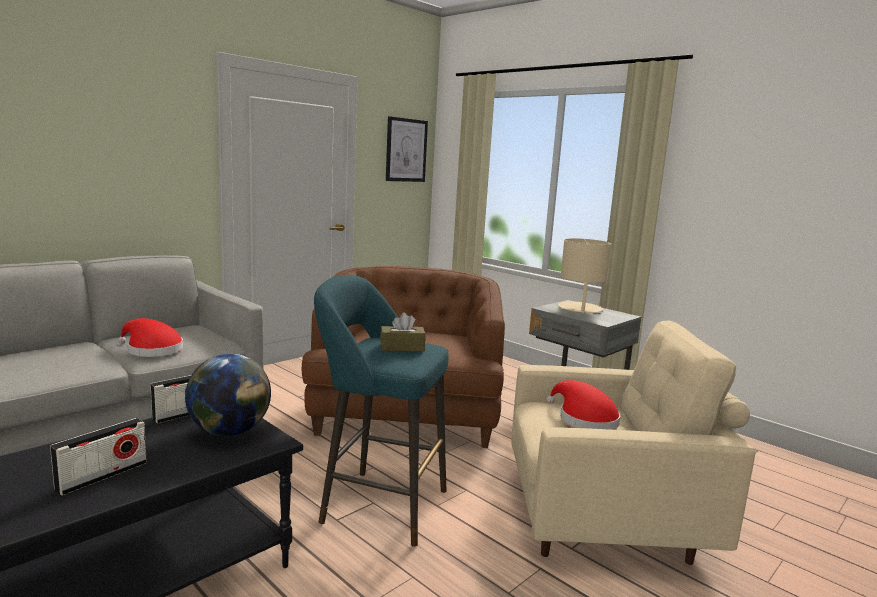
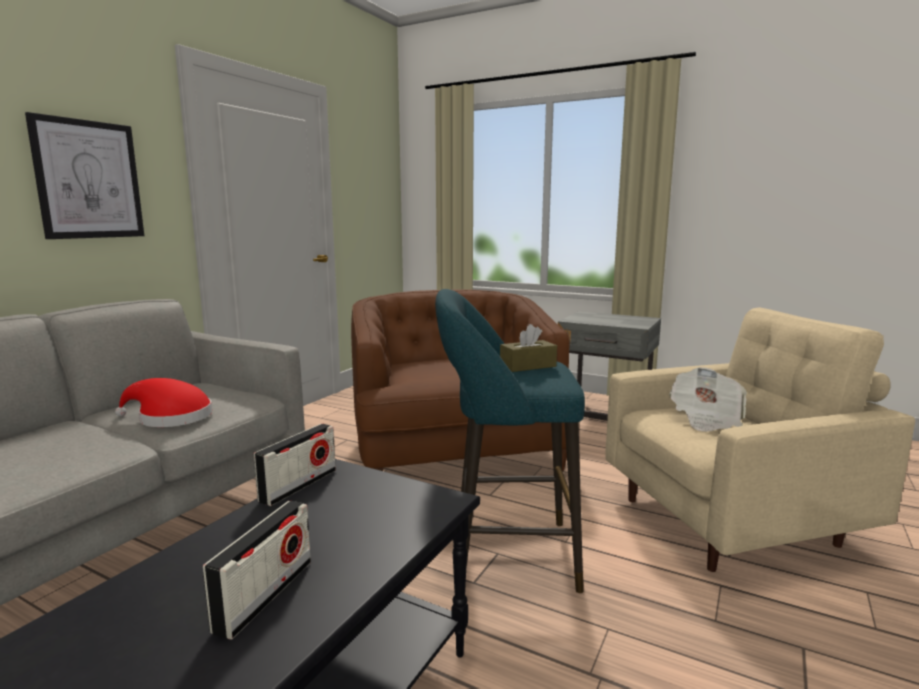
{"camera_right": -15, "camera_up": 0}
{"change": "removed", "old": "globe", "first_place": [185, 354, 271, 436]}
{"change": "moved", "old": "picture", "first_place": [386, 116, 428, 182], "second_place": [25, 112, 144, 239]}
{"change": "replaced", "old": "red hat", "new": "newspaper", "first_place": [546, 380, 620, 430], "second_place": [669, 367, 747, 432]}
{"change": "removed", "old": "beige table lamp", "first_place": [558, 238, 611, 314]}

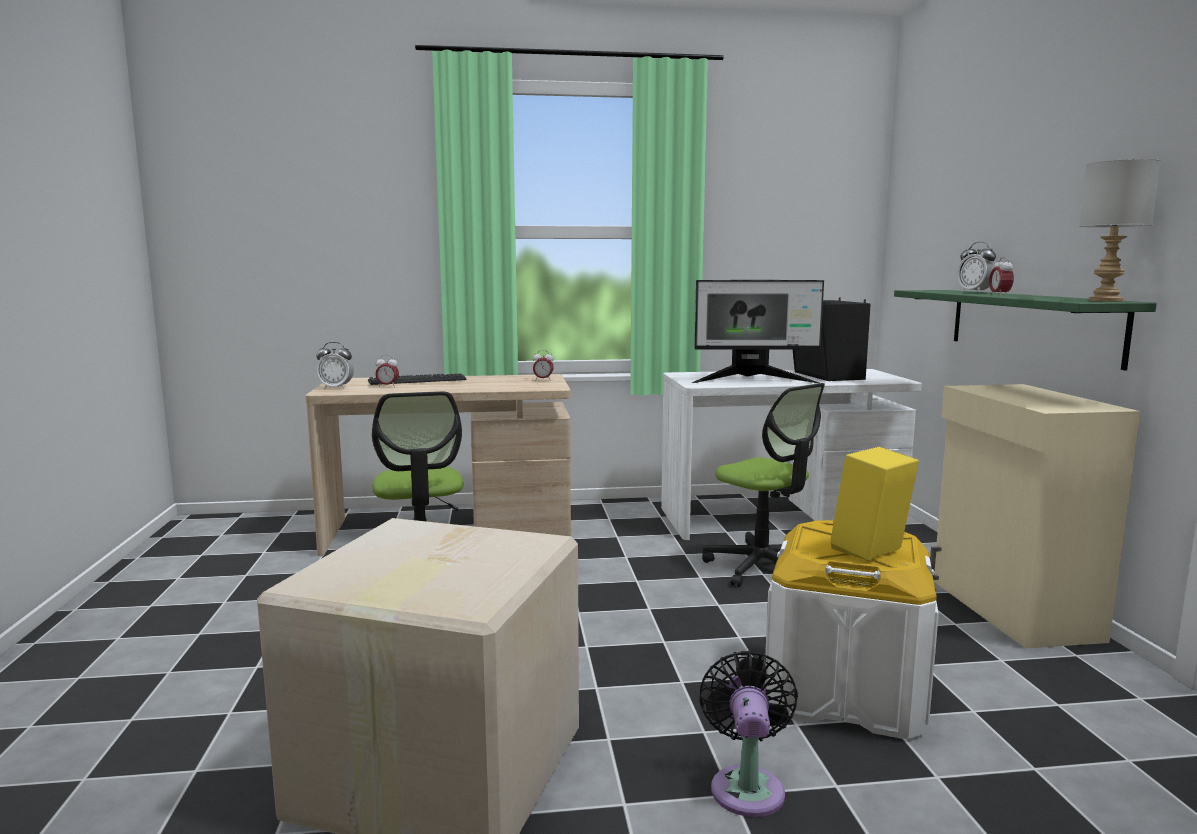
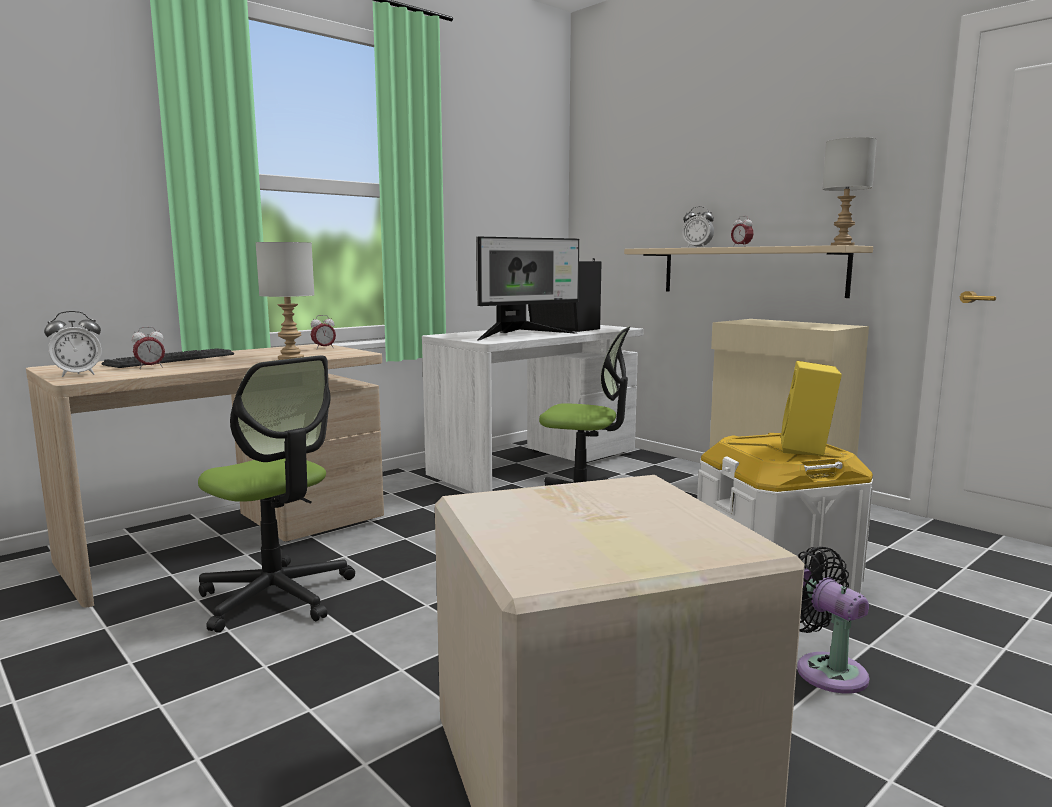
{"camera_right": -35, "camera_up": 0}
{"change": "recoloured", "old": "green shelf", "new": "beige shelf", "first_place": [894, 290, 1157, 370], "second_place": [624, 245, 873, 298]}
{"change": "added", "new": "grey table lamp", "second_place": [255, 242, 314, 360]}

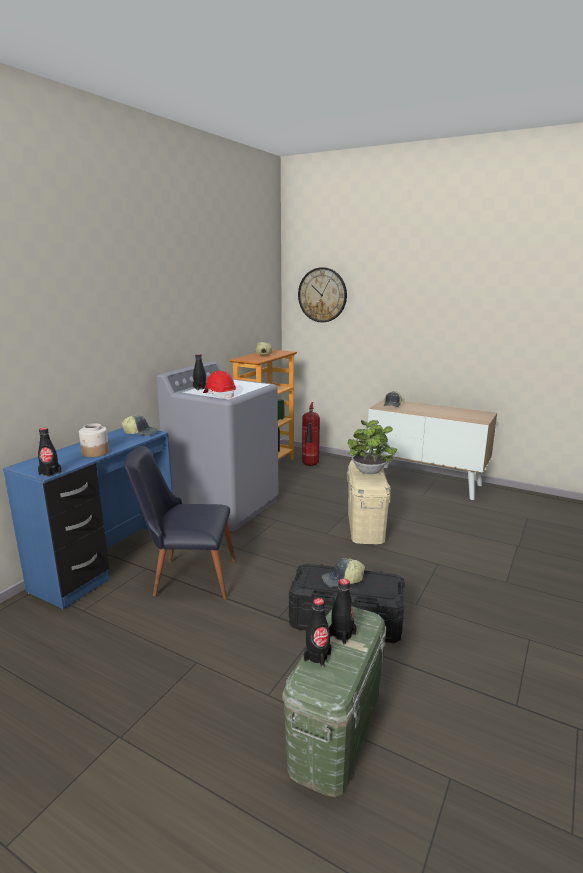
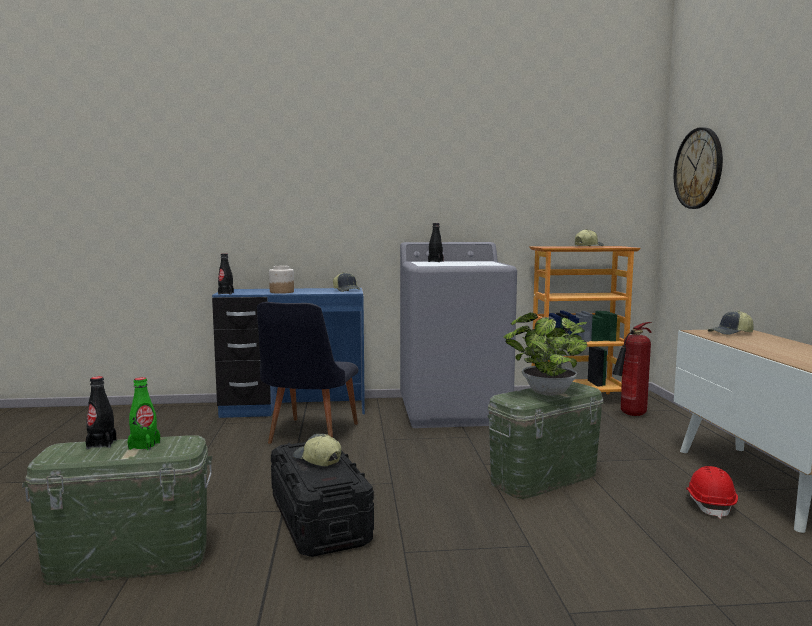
{"camera_right": 55, "camera_up": -10}
{"change": "turned", "old": "black chair", "first_place": [124, 446, 236, 600], "second_place": [257, 302, 358, 444], "degrees": -135}
{"change": "moved", "old": "red hard hat", "first_place": [203, 371, 236, 399], "second_place": [686, 466, 738, 519]}
{"change": "recoloured", "old": "black bottle", "new": "green bottle", "first_place": [329, 579, 357, 645], "second_place": [128, 377, 160, 450]}
{"change": "recoloured", "old": "beige storage box", "new": "green storage box", "first_place": [347, 460, 391, 544], "second_place": [487, 382, 603, 499]}

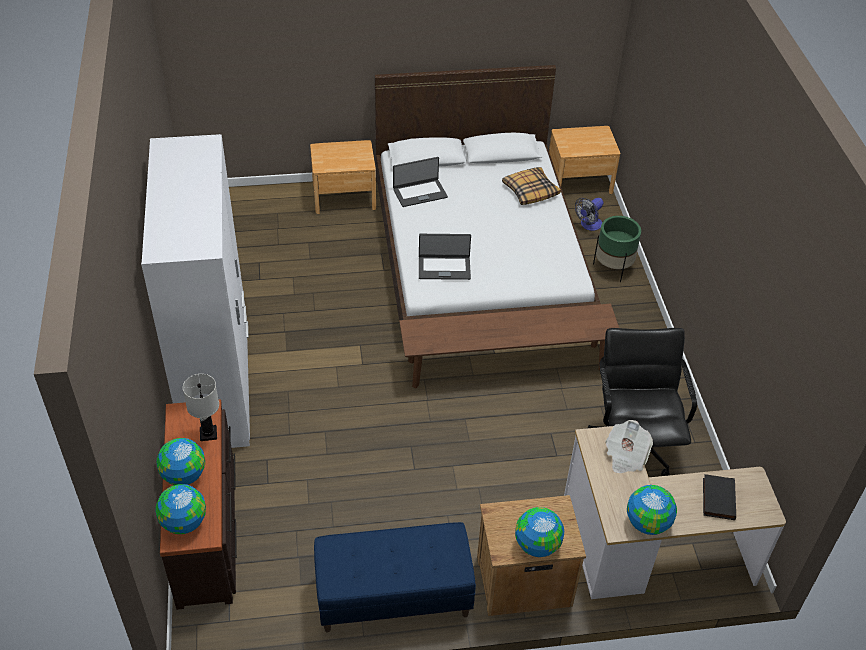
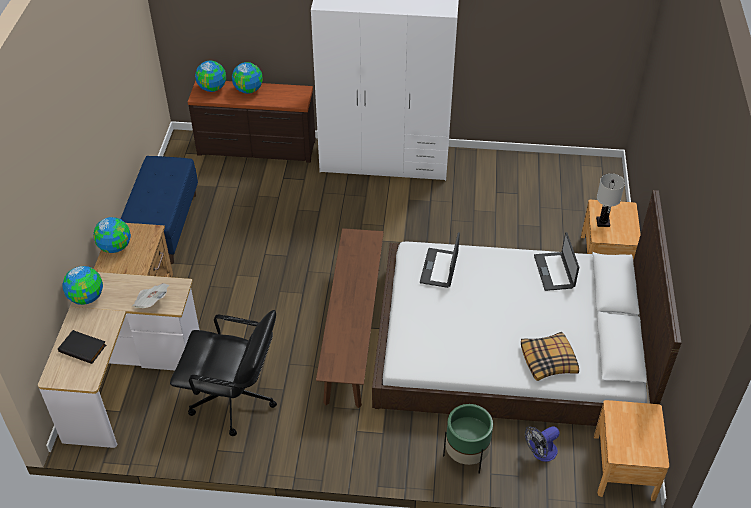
{"camera_right": 105, "camera_up": 0}
{"change": "moved", "old": "white table lamp", "first_place": [183, 374, 219, 441], "second_place": [596, 173, 625, 227]}
{"change": "turned", "old": "fan", "first_place": [575, 198, 603, 231], "second_place": [525, 426, 560, 462], "degrees": -90}

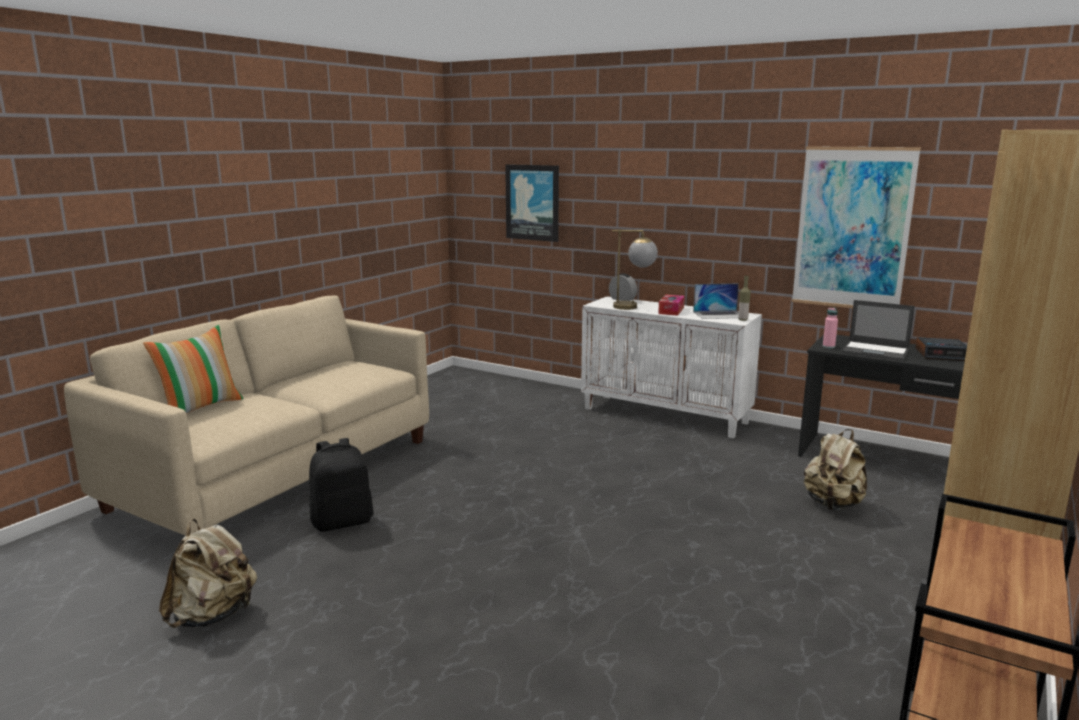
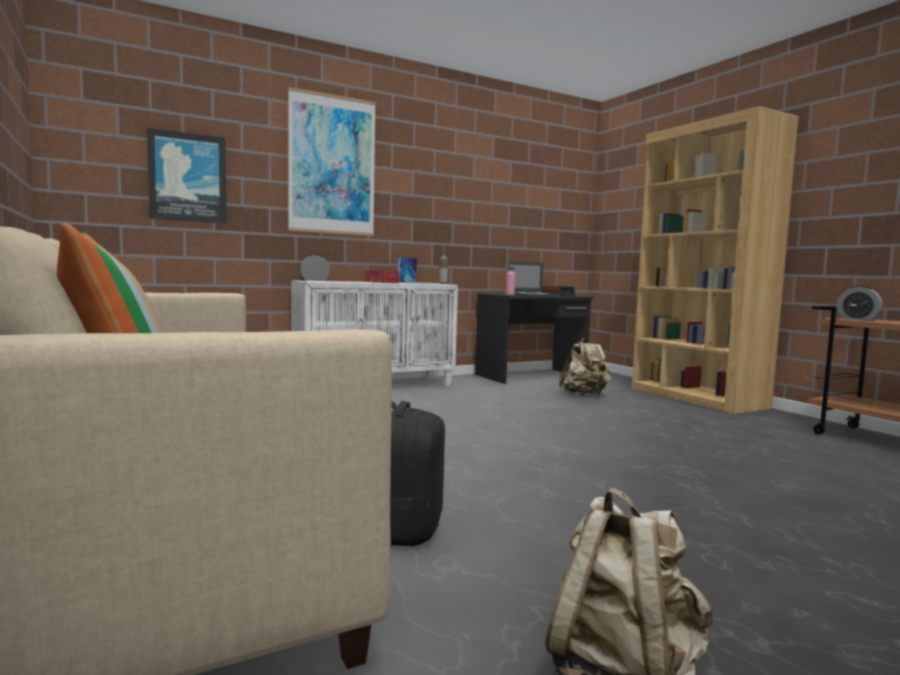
{"camera_right": -60, "camera_up": -10}
{"change": "removed", "old": "table lamp", "first_place": [612, 229, 658, 310]}
{"change": "moved", "old": "picture", "first_place": [792, 146, 921, 308], "second_place": [288, 87, 376, 236]}
{"change": "added", "new": "alarm clock", "second_place": [837, 286, 883, 321]}

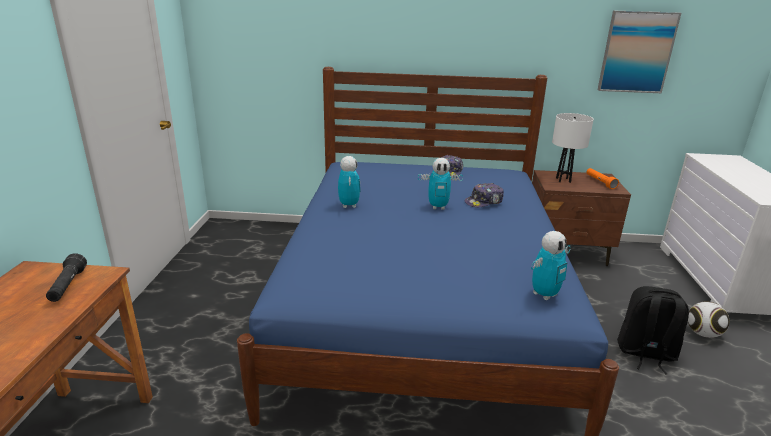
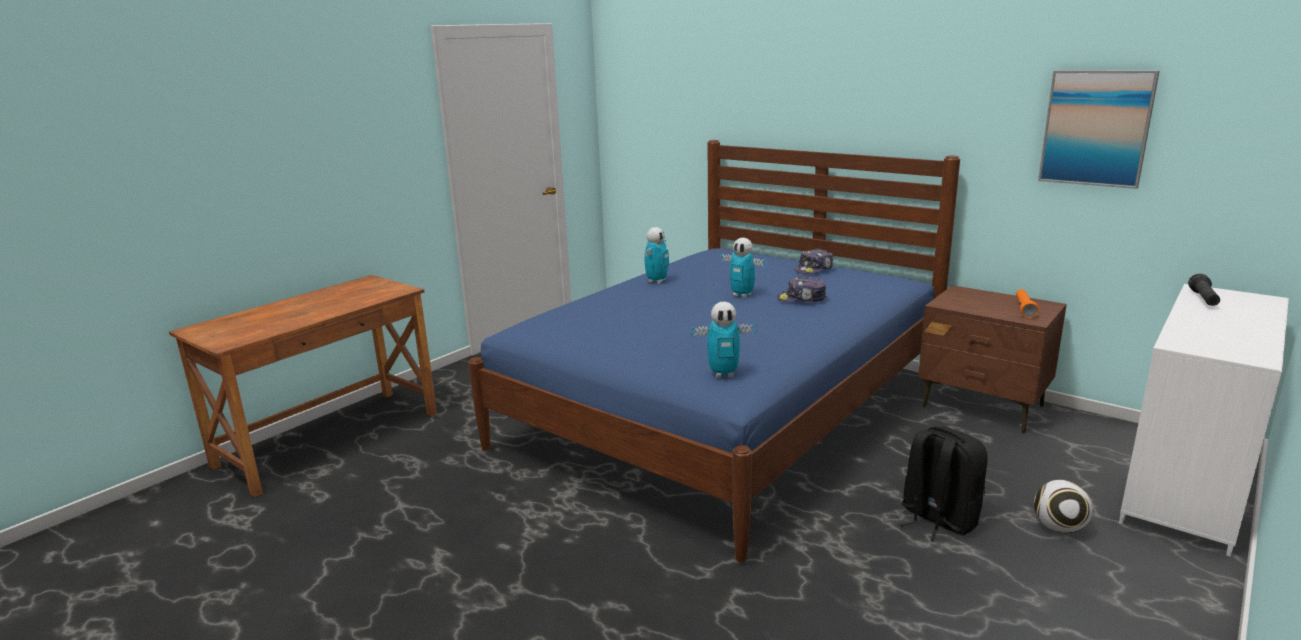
{"camera_right": 35, "camera_up": -5}
{"change": "moved", "old": "black flashlight", "first_place": [46, 253, 87, 302], "second_place": [1188, 274, 1220, 306]}
{"change": "removed", "old": "white table lamp", "first_place": [552, 113, 594, 183]}

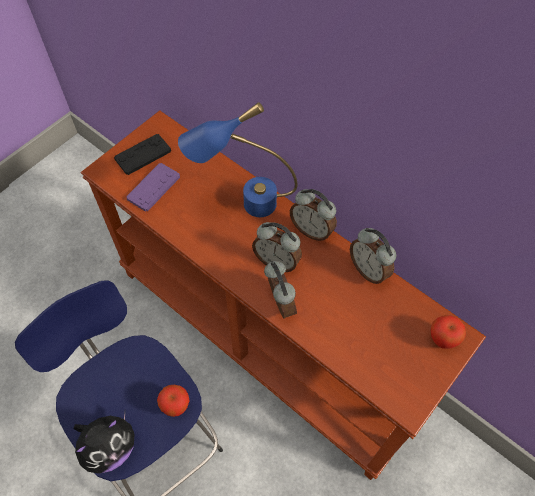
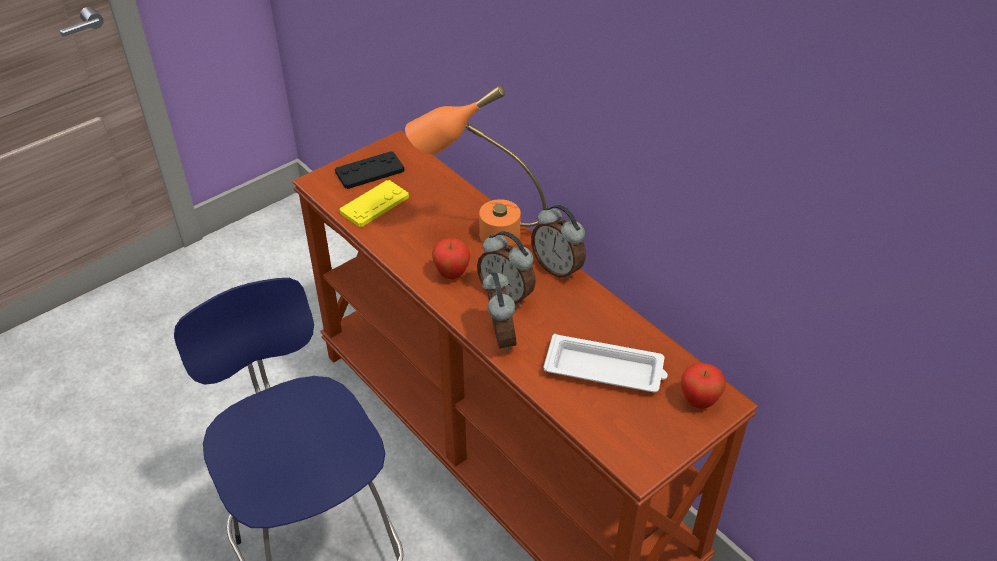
{"camera_right": 10, "camera_up": -15}
{"change": "removed", "old": "plush toy", "first_place": [74, 413, 134, 473]}
{"change": "recoloured", "old": "purple game controller", "new": "yellow game controller", "first_place": [126, 163, 180, 212], "second_place": [340, 180, 409, 227]}
{"change": "moved", "old": "apple", "first_place": [157, 385, 190, 417], "second_place": [432, 238, 470, 279]}
{"change": "recoloured", "old": "blue table lamp", "new": "orange table lamp", "first_place": [178, 102, 297, 217], "second_place": [405, 85, 546, 246]}
{"change": "removed", "old": "alarm clock", "first_place": [350, 228, 396, 284]}
{"change": "added", "new": "white tray", "second_place": [543, 334, 668, 393]}

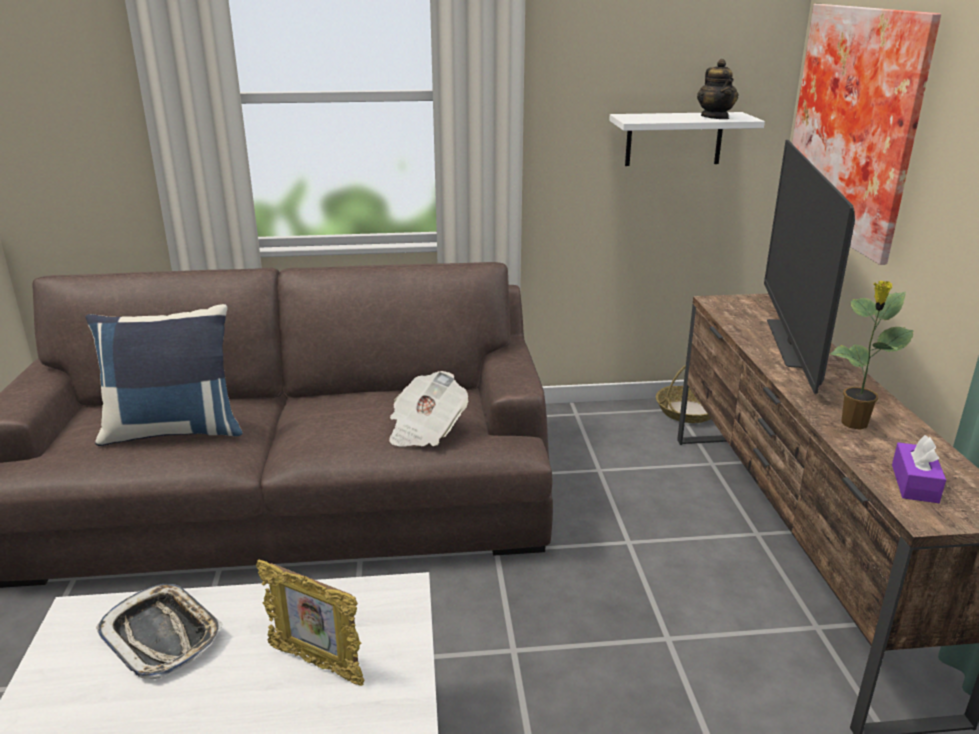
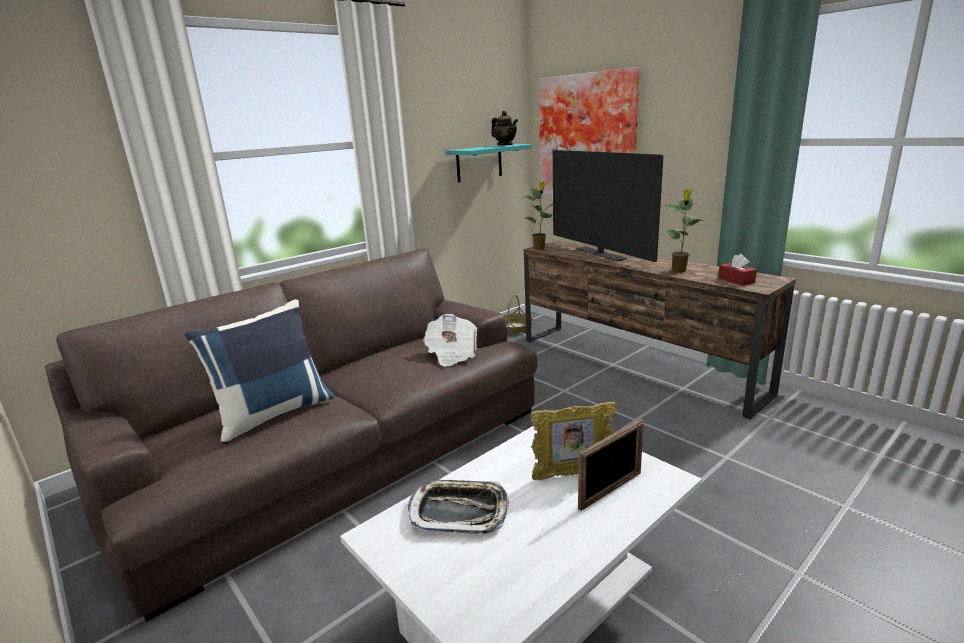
{"camera_right": -35, "camera_up": -5}
{"change": "recoloured", "old": "white shelf", "new": "turquoise shelf", "first_place": [609, 112, 765, 166], "second_place": [446, 144, 532, 183]}
{"change": "recoloured", "old": "purple tissue box", "new": "red tissue box", "first_place": [892, 435, 946, 503], "second_place": [718, 254, 757, 286]}
{"change": "added", "new": "potted plant", "second_place": [521, 181, 556, 250]}
{"change": "added", "new": "picture frame", "second_place": [578, 419, 644, 511]}

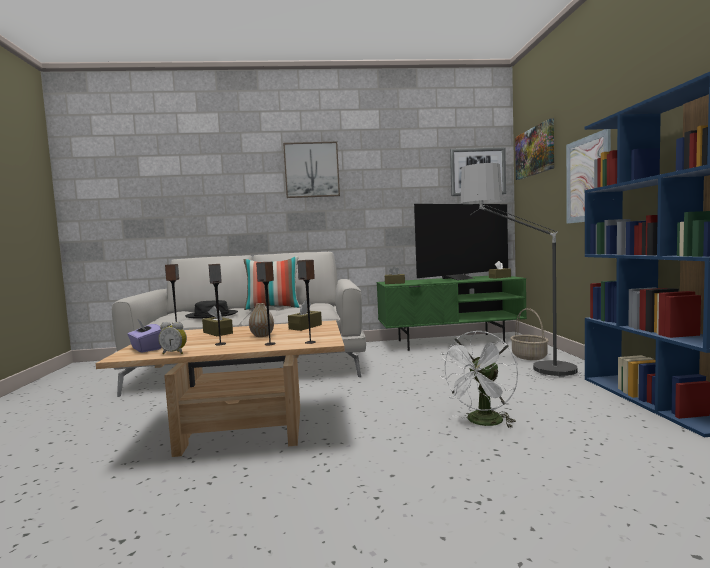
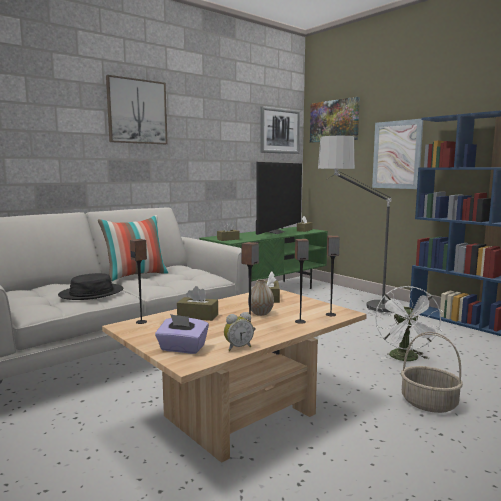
{"camera_right": -35, "camera_up": 5}
{"change": "moved", "old": "basket", "first_place": [511, 308, 549, 360], "second_place": [401, 332, 463, 413]}

